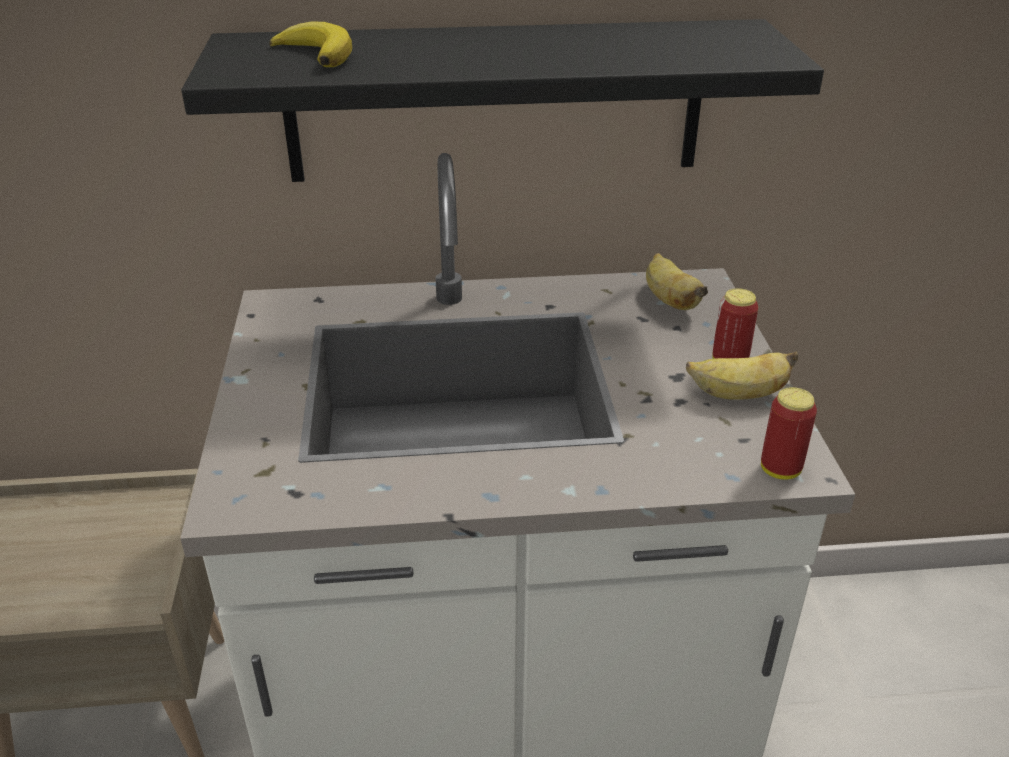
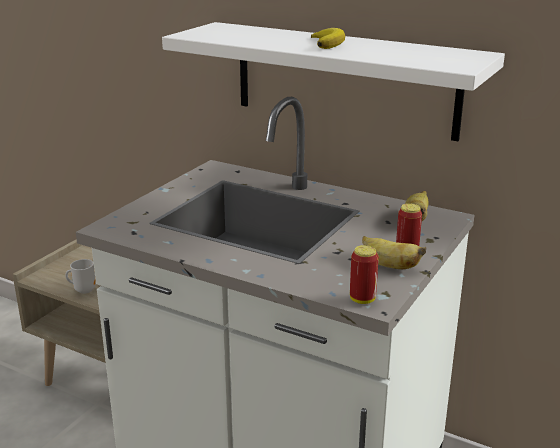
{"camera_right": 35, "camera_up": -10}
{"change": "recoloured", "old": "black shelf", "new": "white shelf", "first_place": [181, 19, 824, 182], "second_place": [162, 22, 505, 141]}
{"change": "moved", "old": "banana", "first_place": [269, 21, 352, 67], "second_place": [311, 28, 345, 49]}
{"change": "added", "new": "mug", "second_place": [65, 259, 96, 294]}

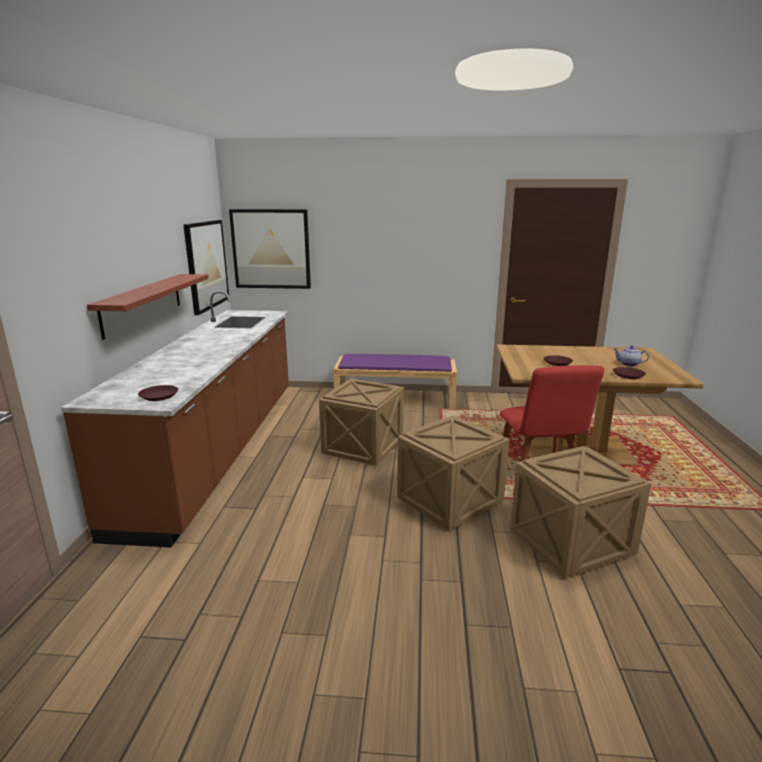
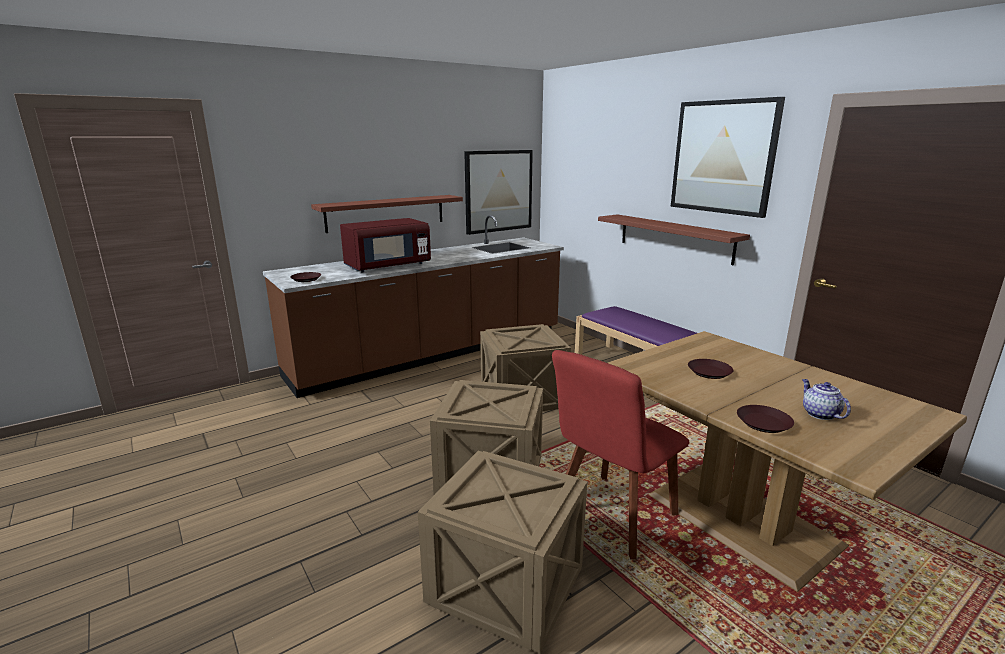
{"camera_right": 50, "camera_up": 0}
{"change": "moved", "old": "picture", "first_place": [229, 209, 311, 289], "second_place": [671, 97, 785, 218]}
{"change": "added", "new": "red microwave", "second_place": [340, 218, 431, 273]}
{"change": "added", "new": "shelf", "second_place": [598, 214, 750, 265]}

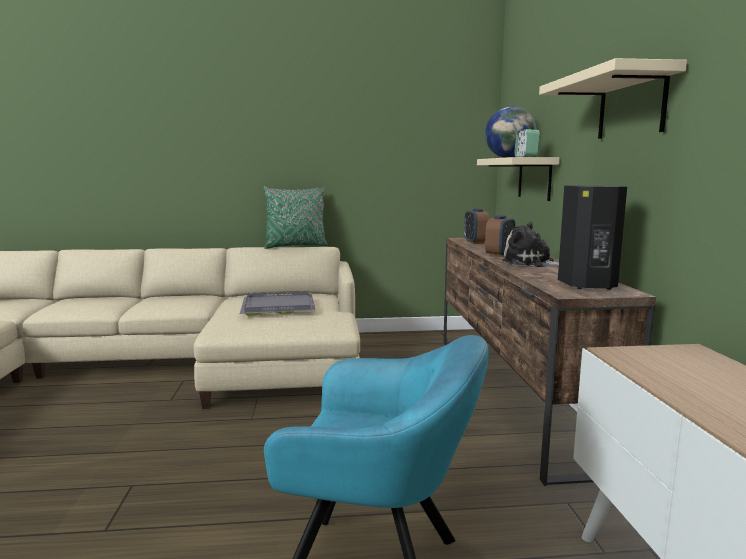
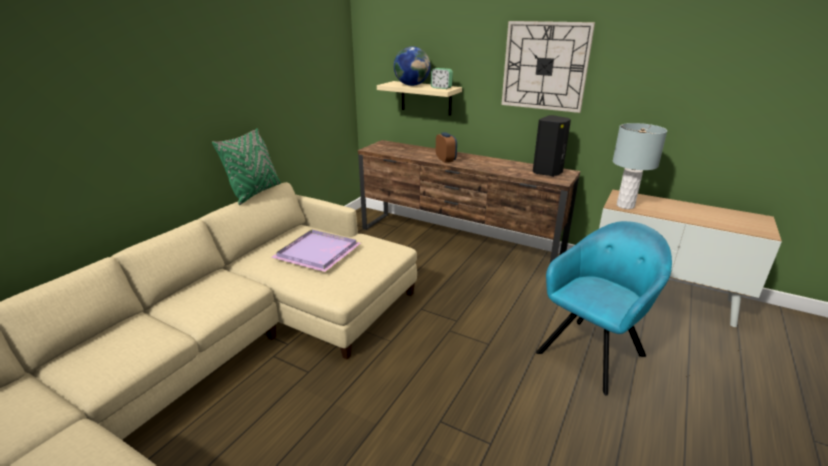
{"camera_right": -55, "camera_up": 15}
{"change": "recoloured", "old": "grey tray", "new": "purple tray", "first_place": [240, 291, 316, 316], "second_place": [272, 229, 361, 272]}
{"change": "removed", "old": "alarm clock", "first_place": [464, 208, 490, 244]}
{"change": "removed", "old": "plush toy", "first_place": [502, 222, 559, 267]}
{"change": "replaced", "old": "beige shelf", "new": "wall clock", "first_place": [539, 58, 687, 139], "second_place": [501, 21, 595, 113]}
{"change": "added", "new": "grey table lamp", "second_place": [613, 123, 667, 209]}

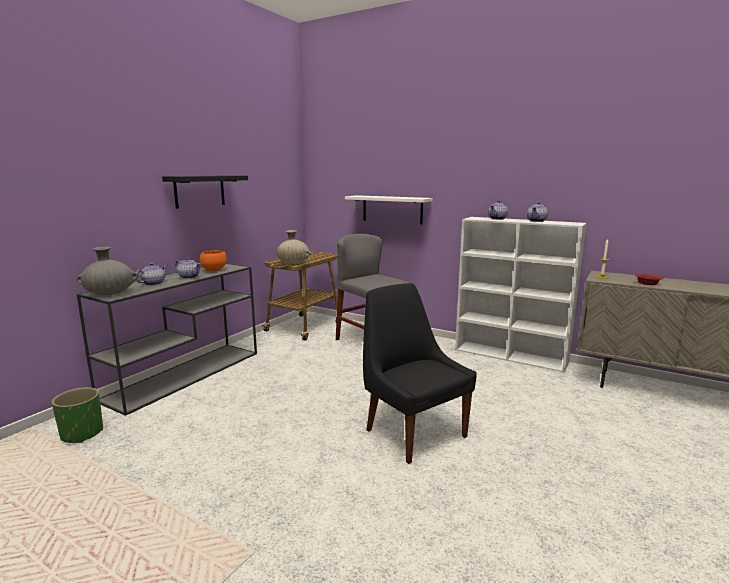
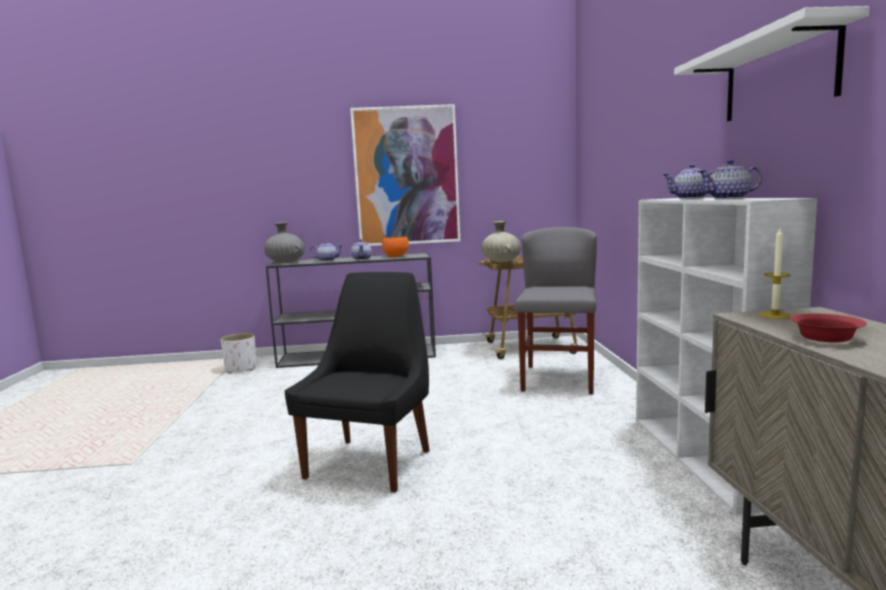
{"camera_right": 55, "camera_up": -5}
{"change": "recoloured", "old": "green planter", "new": "white planter", "first_place": [52, 387, 103, 443], "second_place": [220, 333, 257, 374]}
{"change": "replaced", "old": "black shelf", "new": "picture", "first_place": [162, 175, 248, 209], "second_place": [350, 104, 460, 246]}
{"change": "moved", "old": "white shelf", "first_place": [345, 195, 433, 224], "second_place": [674, 6, 870, 121]}

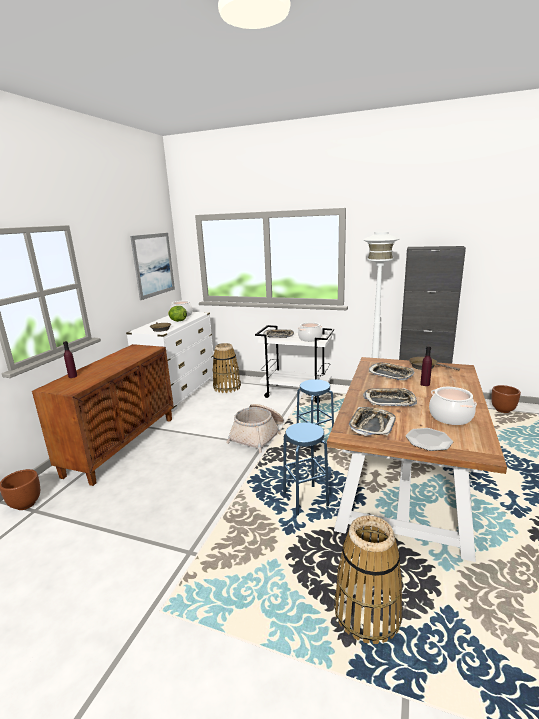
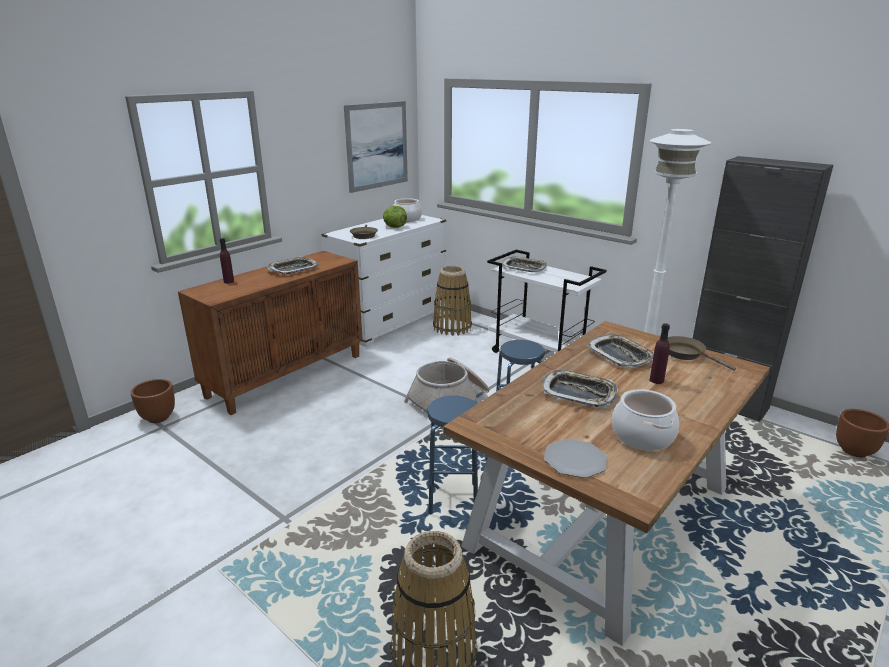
{"camera_right": 20, "camera_up": 5}
{"change": "removed", "old": "cooking pot", "first_place": [298, 322, 322, 342]}
{"change": "moved", "old": "tray", "first_place": [349, 407, 396, 436], "second_place": [267, 256, 319, 274]}

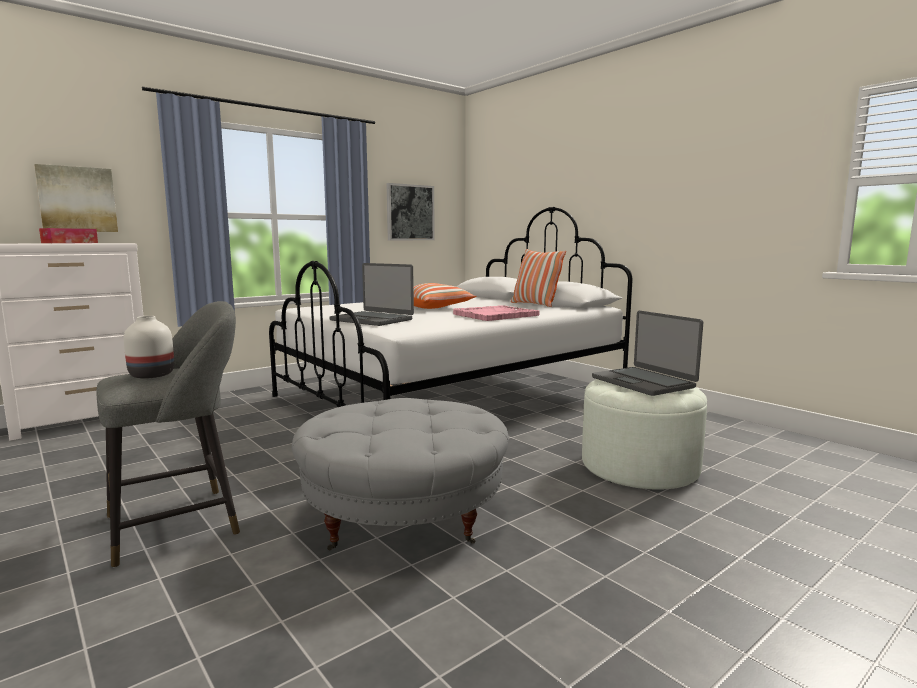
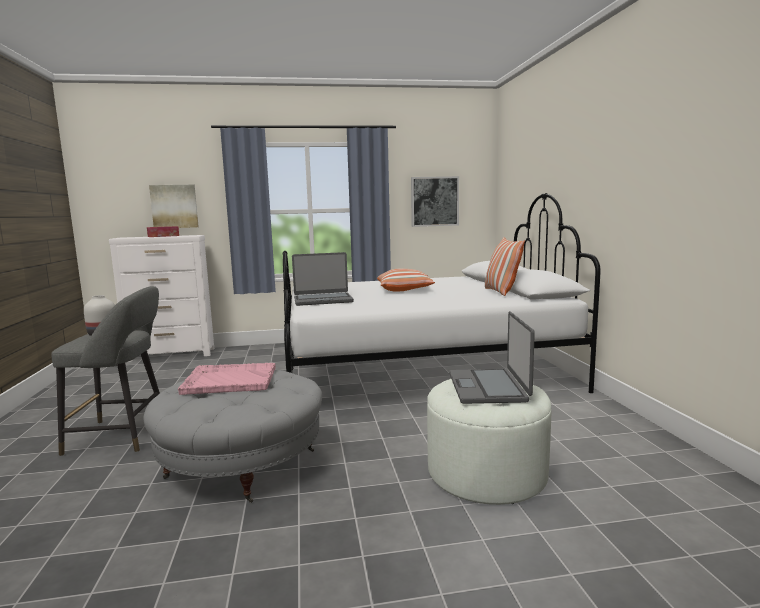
{"camera_right": 30, "camera_up": 0}
{"change": "turned", "old": "laptop", "first_place": [330, 263, 414, 326], "second_place": [292, 252, 354, 306], "degrees": -75}
{"change": "moved", "old": "pink tray", "first_place": [453, 305, 540, 321], "second_place": [178, 363, 276, 395]}

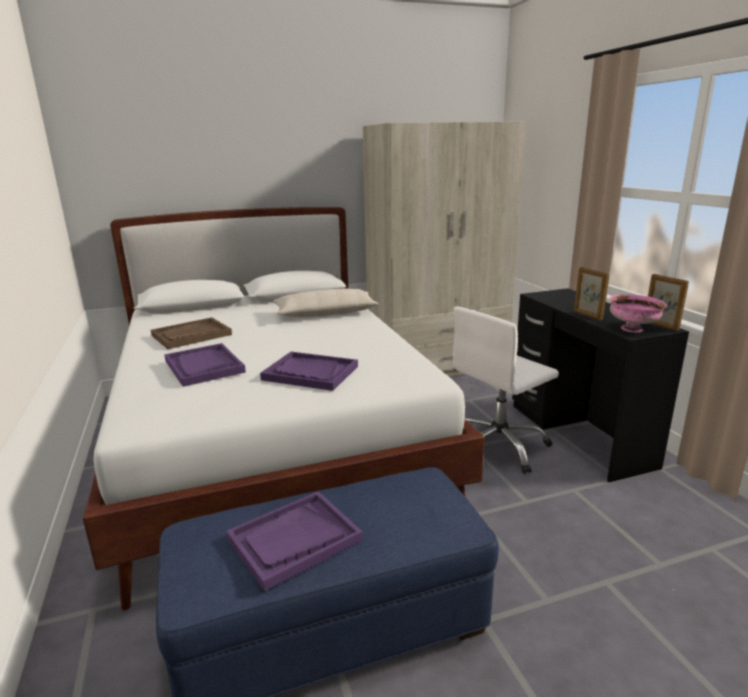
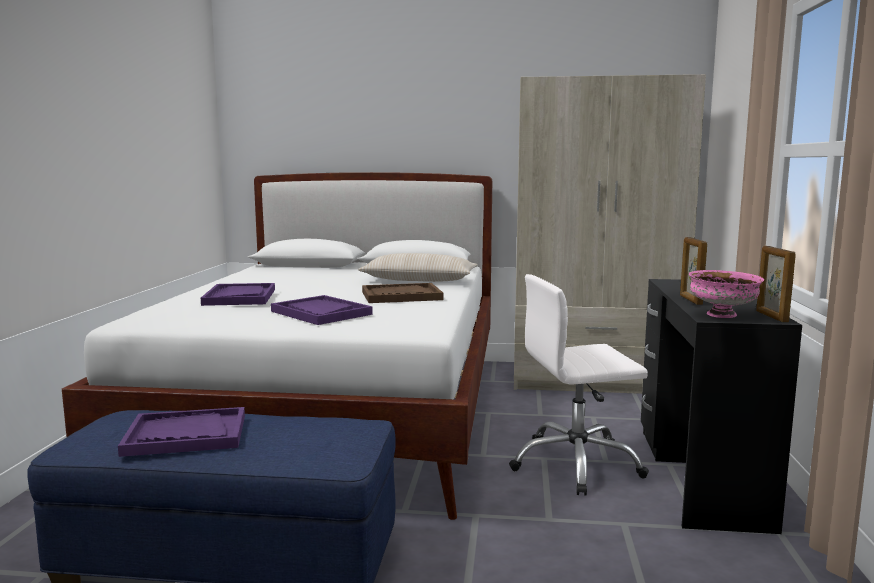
{"camera_right": 25, "camera_up": -10}
{"change": "moved", "old": "brown tray", "first_place": [151, 317, 232, 349], "second_place": [362, 283, 443, 303]}

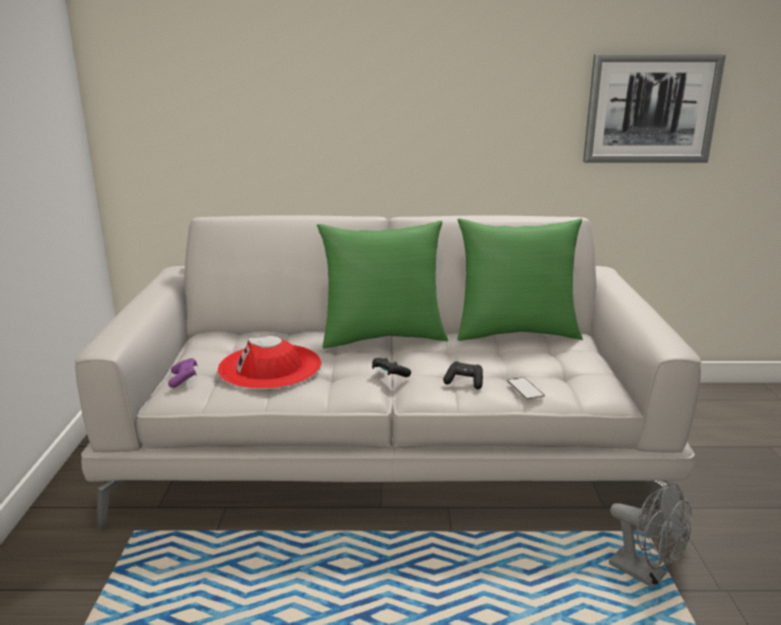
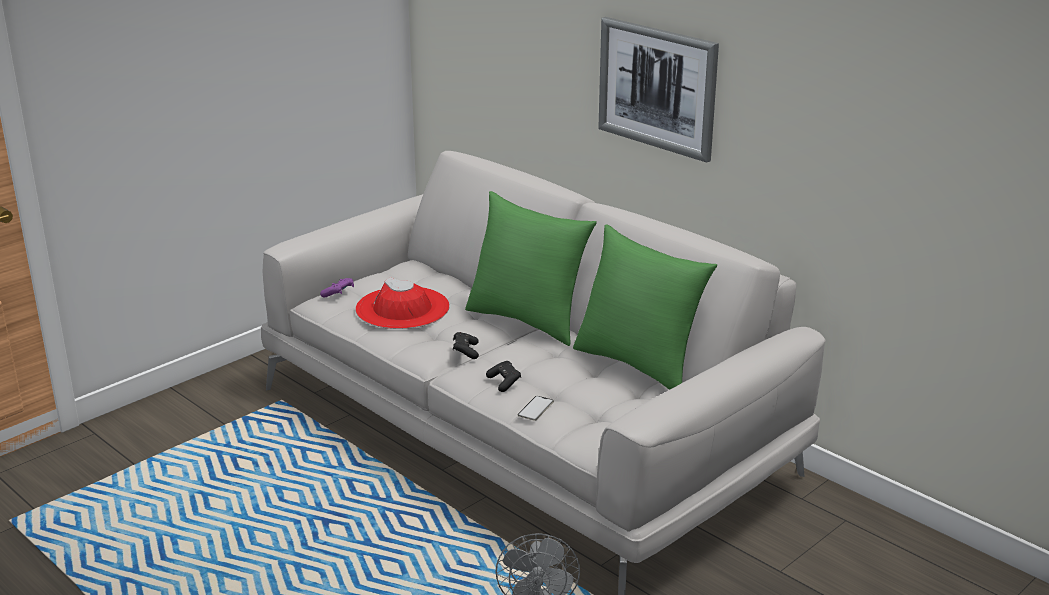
{"camera_right": 45, "camera_up": 5}
{"change": "moved", "old": "picture", "first_place": [583, 54, 726, 163], "second_place": [598, 17, 719, 163]}

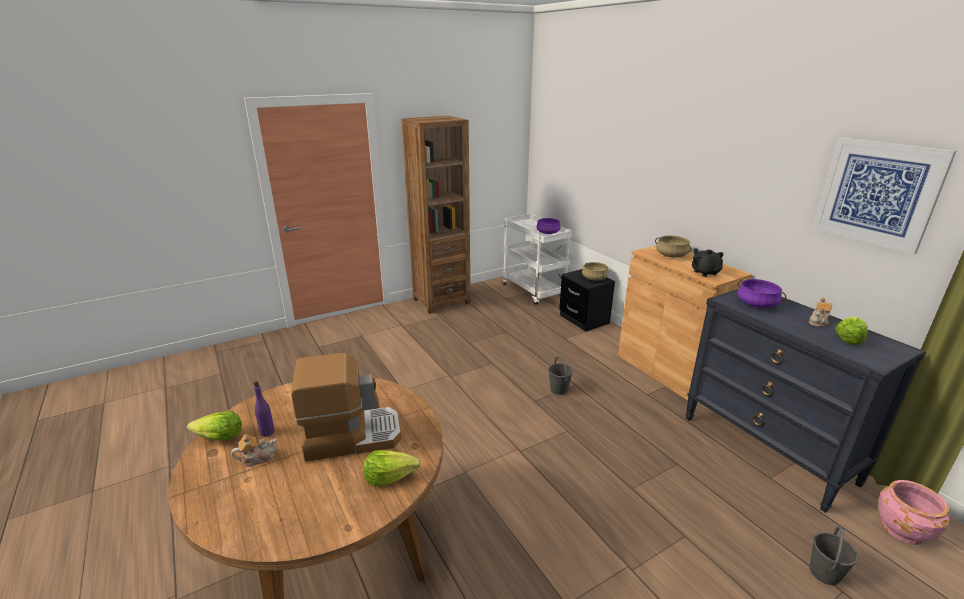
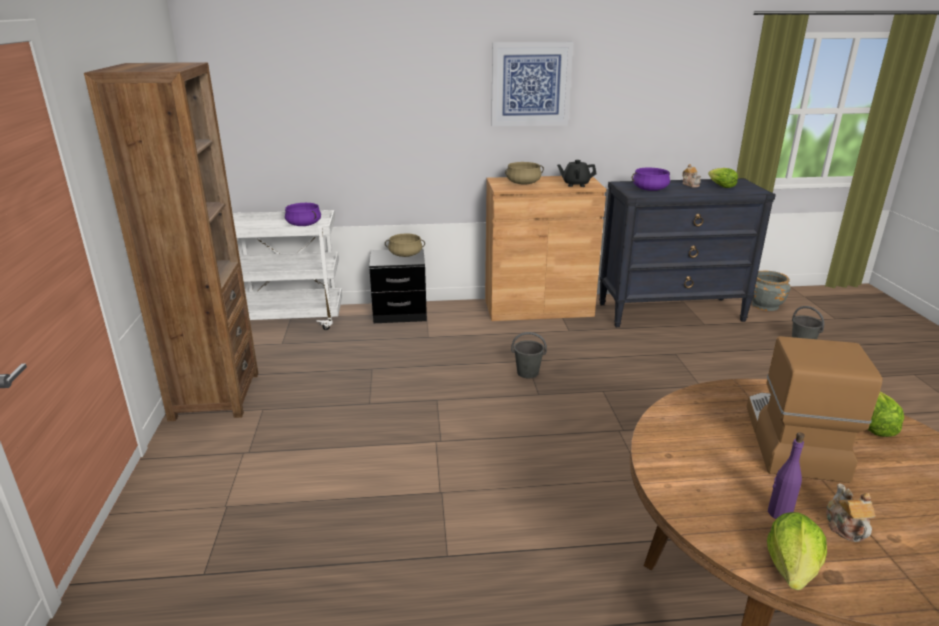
{"camera_right": -65, "camera_up": 0}
{"change": "moved", "old": "picture", "first_place": [813, 137, 957, 254], "second_place": [491, 42, 573, 126]}
{"change": "recoloured", "old": "pink planter", "new": "grey planter", "first_place": [878, 480, 950, 545], "second_place": [752, 271, 791, 311]}

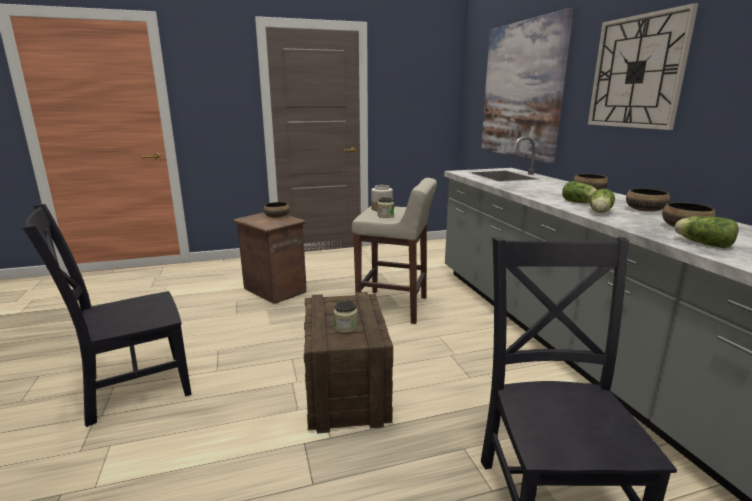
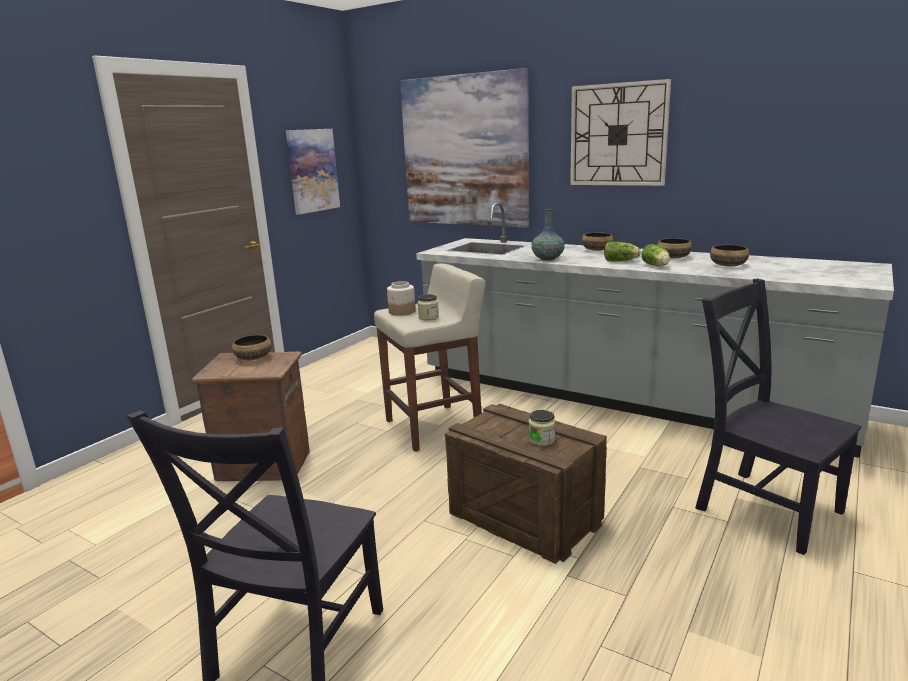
{"camera_right": -40, "camera_up": 0}
{"change": "removed", "old": "lettuce", "first_place": [675, 216, 739, 248]}
{"change": "added", "new": "picture", "second_place": [286, 129, 340, 215]}
{"change": "added", "new": "vase", "second_place": [531, 209, 565, 261]}

